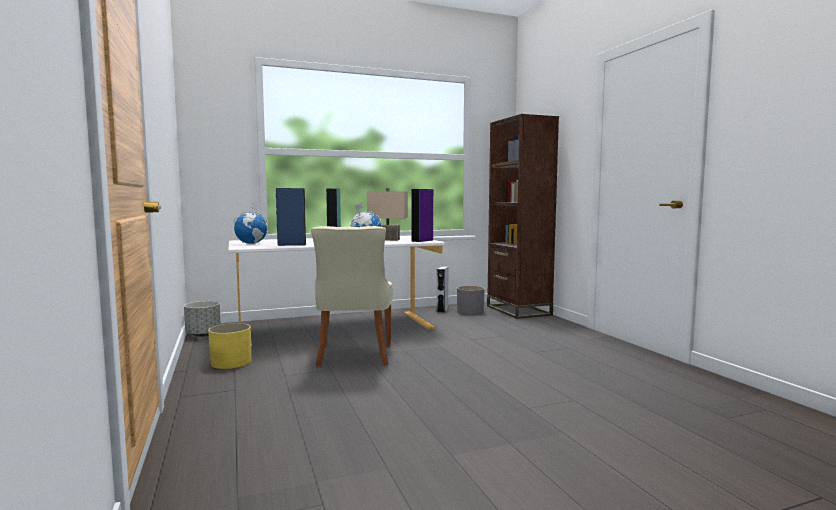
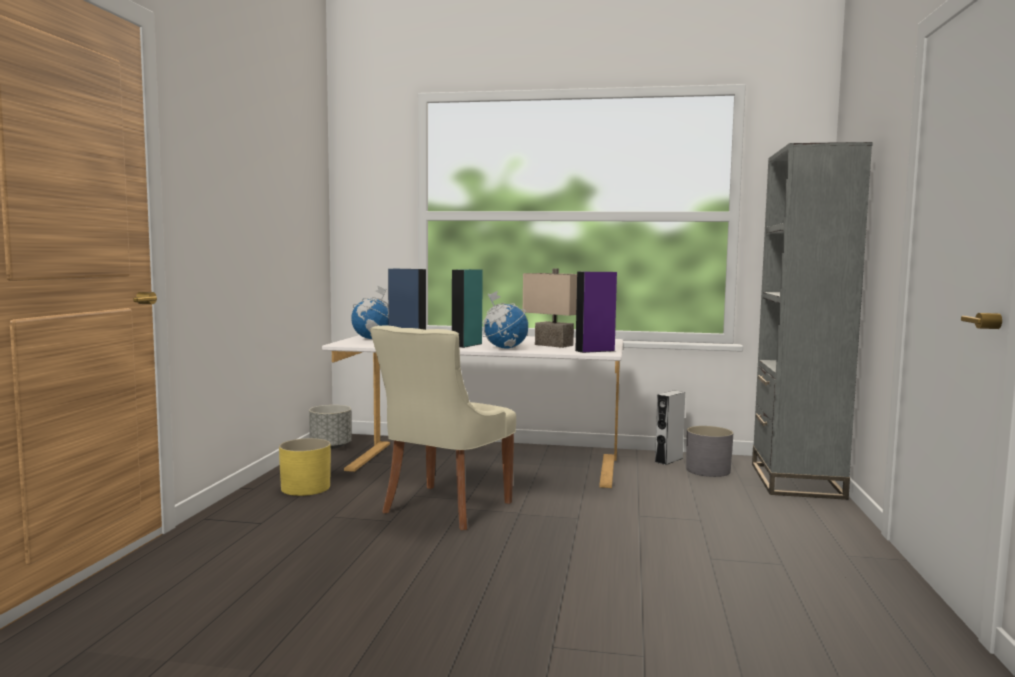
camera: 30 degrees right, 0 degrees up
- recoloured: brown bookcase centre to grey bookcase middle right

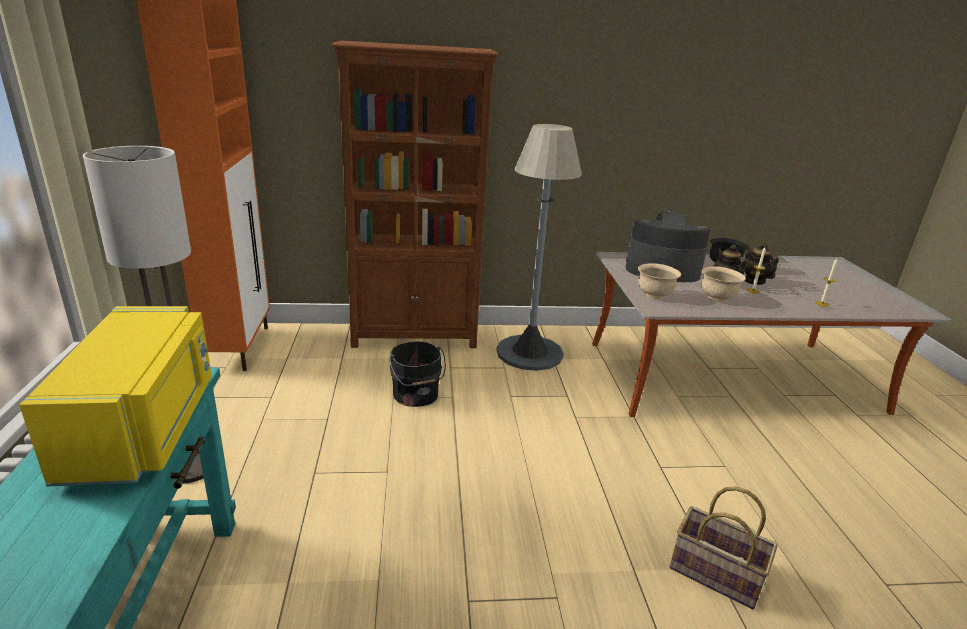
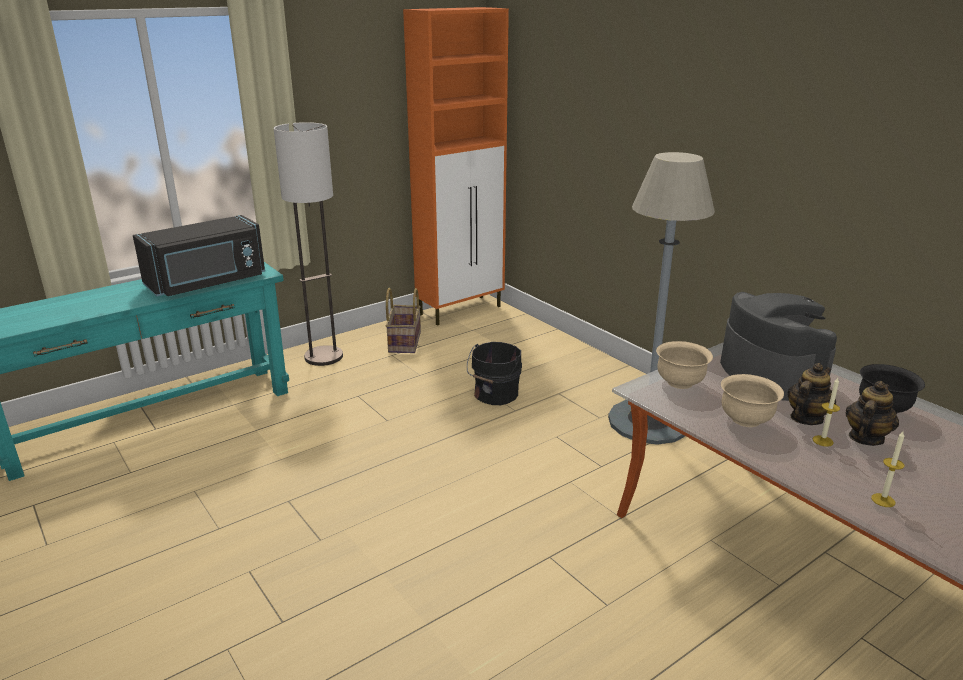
camera: 60 degrees right, 0 degrees up
- removed: brown bookcase top centre
- moved: basket bottom right to centre
- recoloured: yellow microwave middle left to black microwave middle left

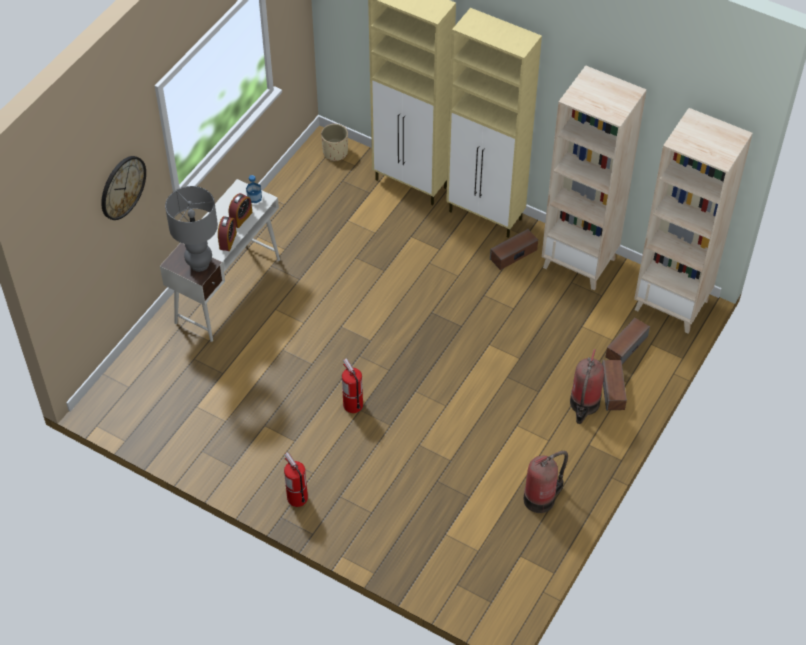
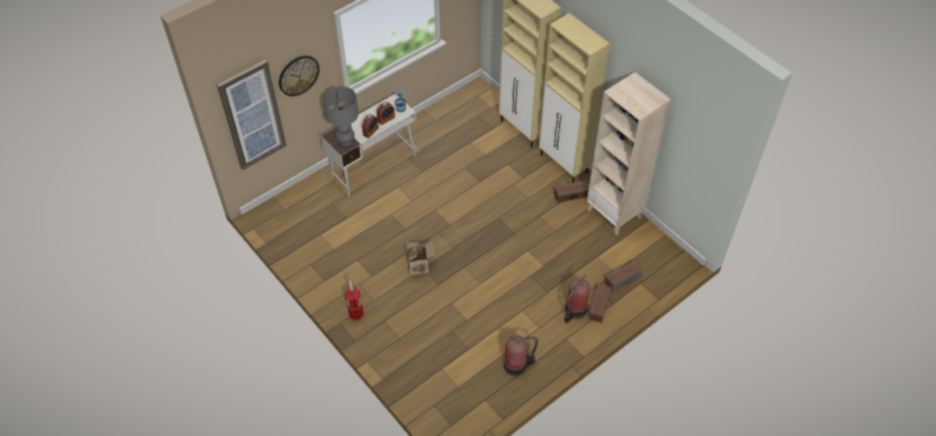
camera: 20 degrees right, 0 degrees up
- removed: beige planter top centre
- removed: beige bookcase (2nd from left) middle right
- added: picture top left
- replaced: fire extinguisher (2nd from left) centre to cardboard box centre

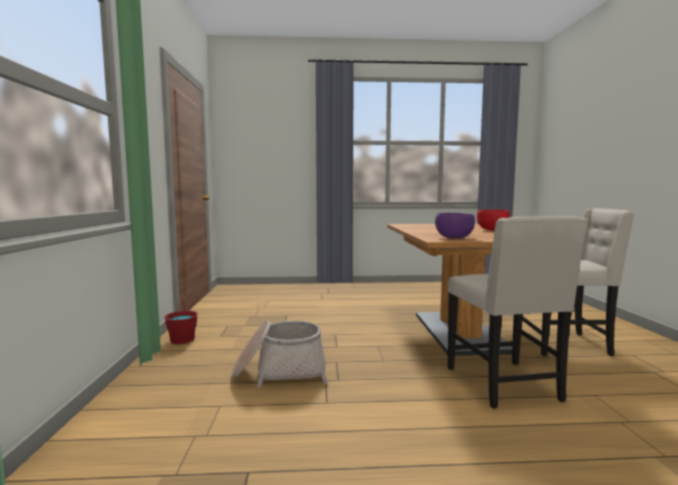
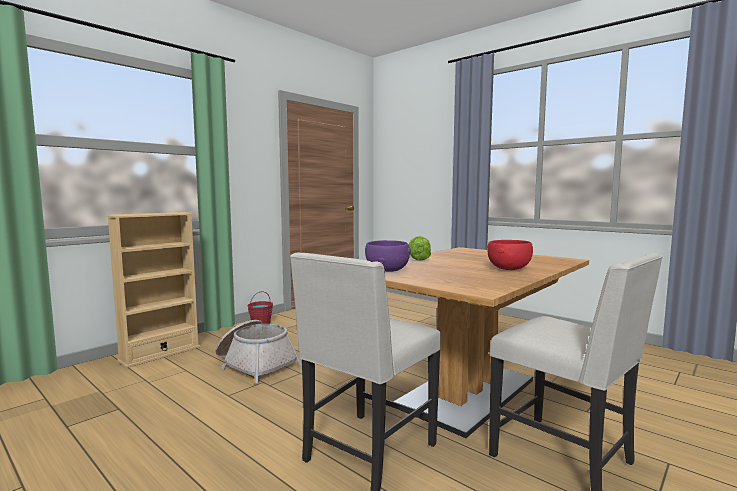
camera: 45 degrees right, 0 degrees up
- added: beige bookcase middle left
- added: lettuce centre

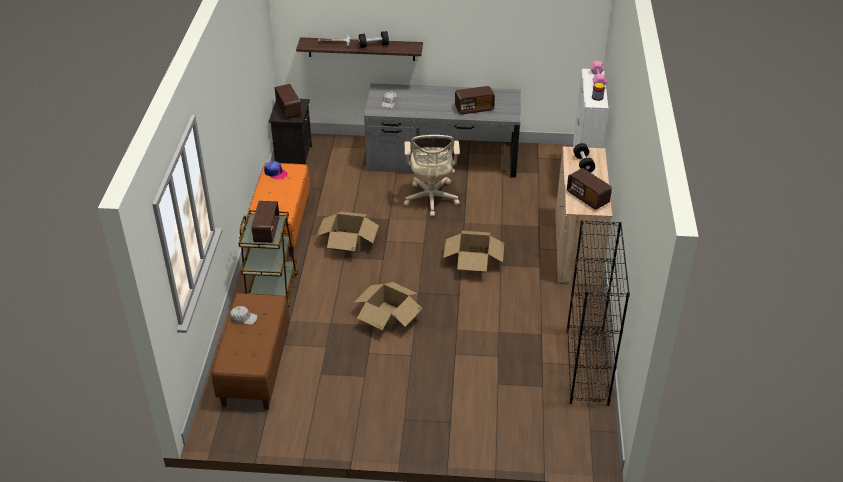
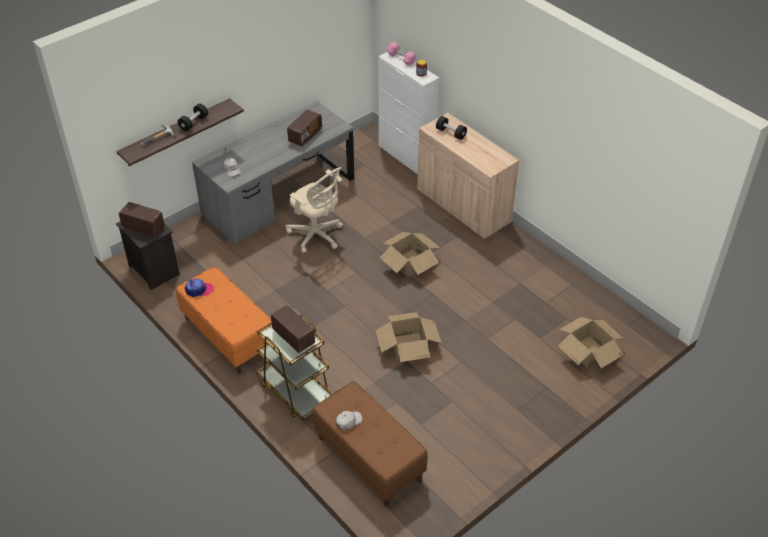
camera: 45 degrees left, 5 degrees up
- removed: radio (4th from left) middle right
- removed: black bookcase middle right
- moved: cardboard box (1st from left in the first image) centre to cardboard box (3rd from left) middle right

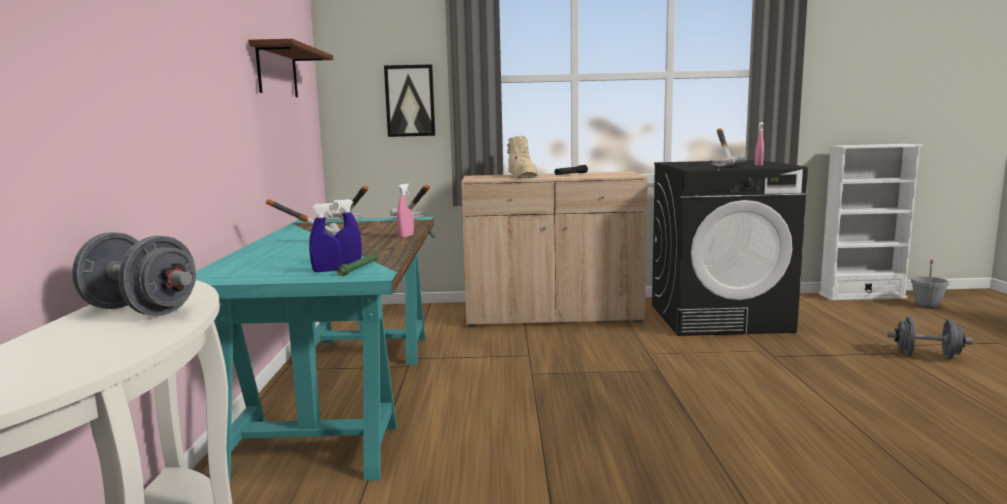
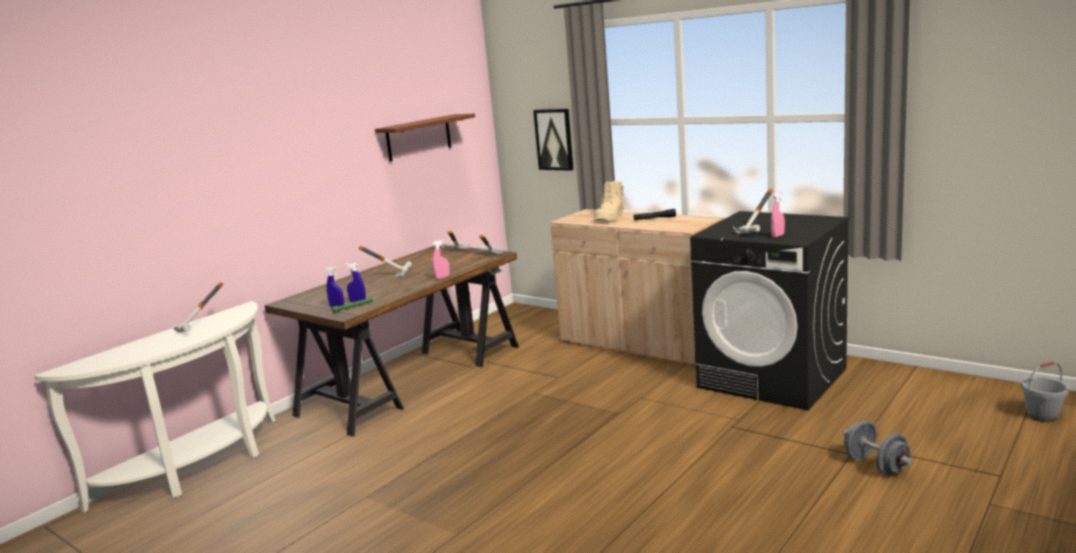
camera: 40 degrees right, 5 degrees up
- removed: white bookcase middle right
- replaced: grey dumbbell (1st from left) middle left to hammer (1st from left) middle left
- recoloured: turquoise desk bottom left to brown desk centre

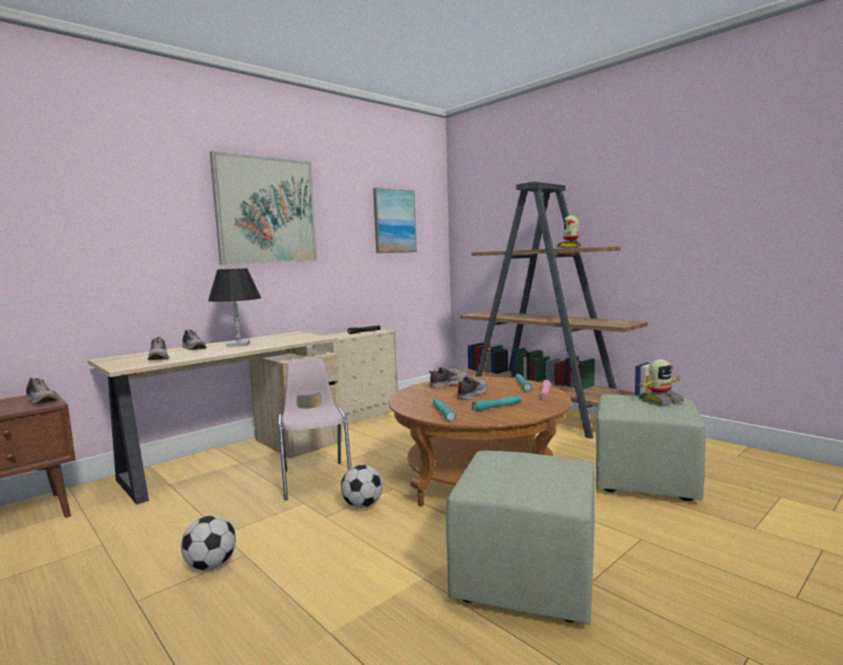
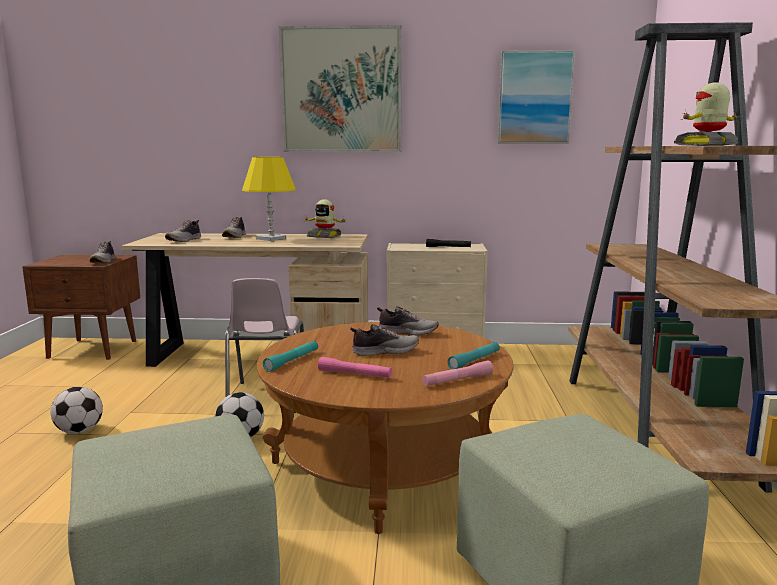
camera: 45 degrees right, 5 degrees up
- moved: toy robot (2nd from left in the first image) middle right to toy robot (1st from left) centre
- recoloured: black table lamp middle left to yellow table lamp centre
- recoloured: turquoise flashlight (2nd from left) centre to pink flashlight (1st from left) centre
- turned: pink chair centre = centre 150 degrees clockwise

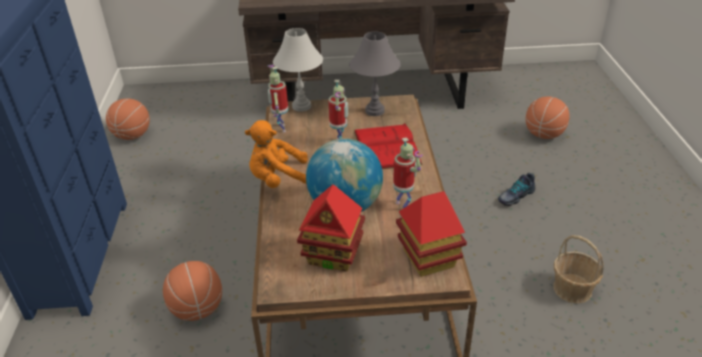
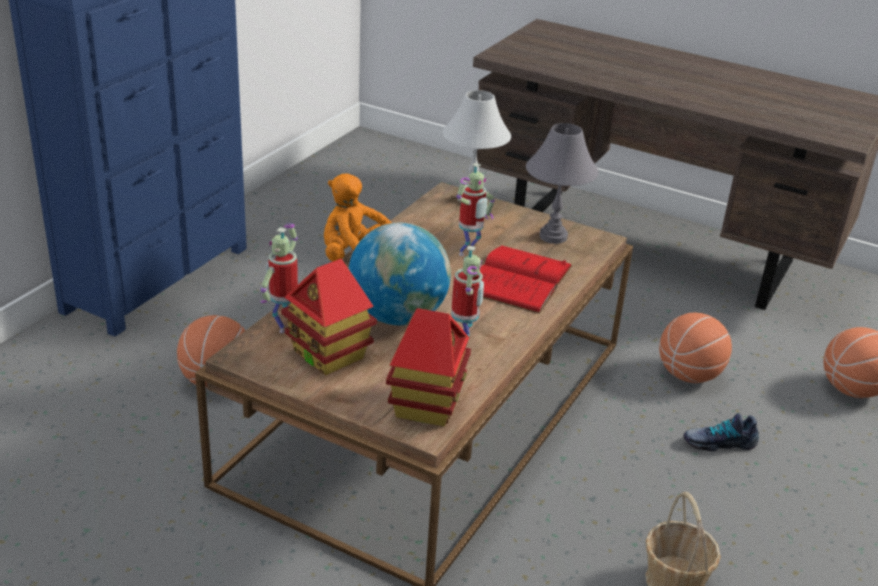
camera: 30 degrees right, 5 degrees down
- moved: basketball (1st from left in the first image) middle left to basketball (2nd from left) middle right
- moved: toy robot (1st from left) top centre to middle left

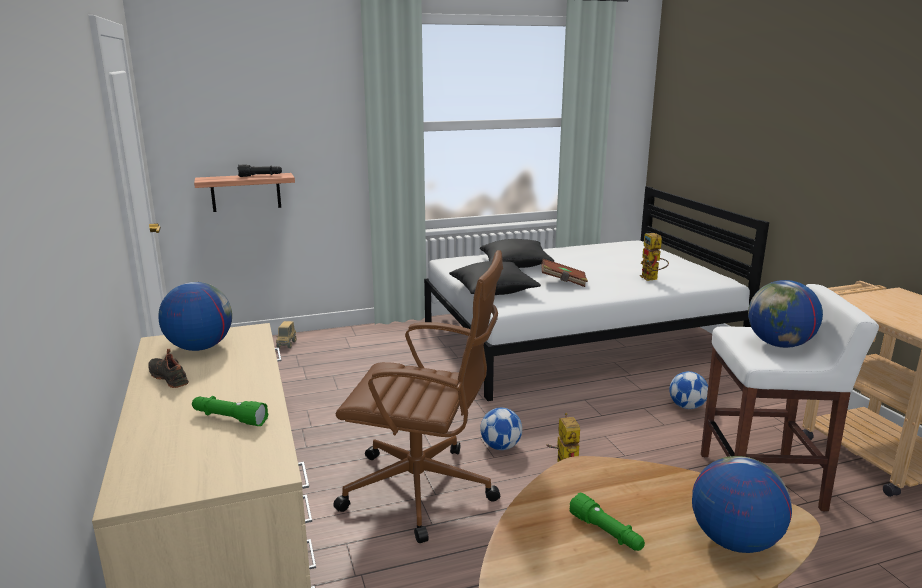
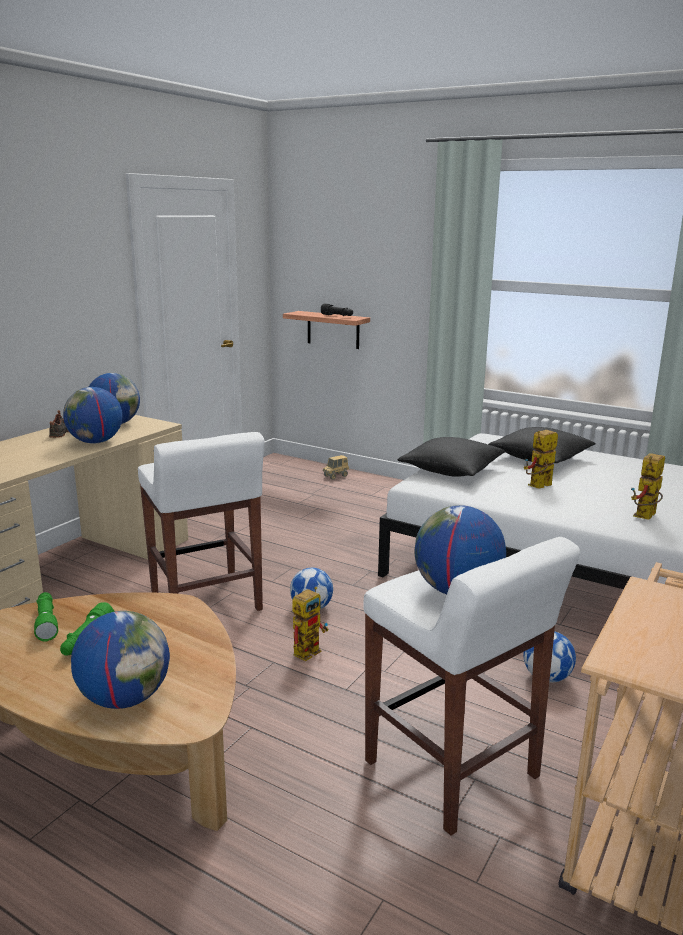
camera: 50 degrees right, 0 degrees up
- added: globe (1st from left) middle left
- moved: green flashlight (1st from left) bottom left to middle left
- replaced: brown office chair bottom centre to white stool (1st from left) middle left
- replaced: brown book centre to toy robot (2nd from left) middle right

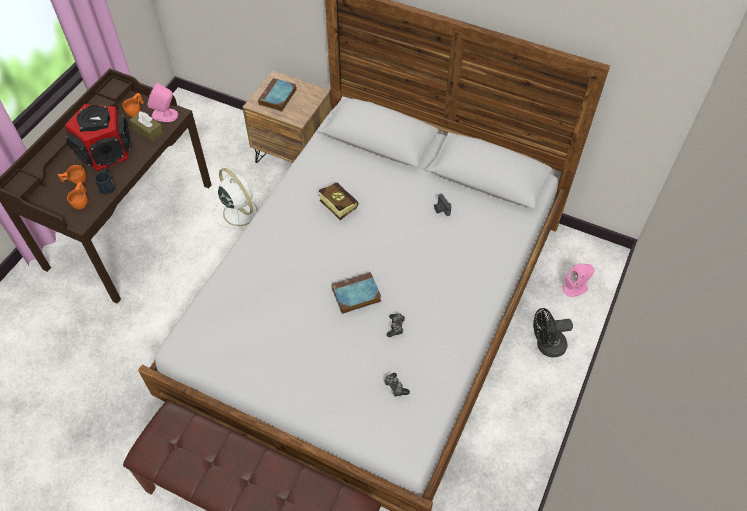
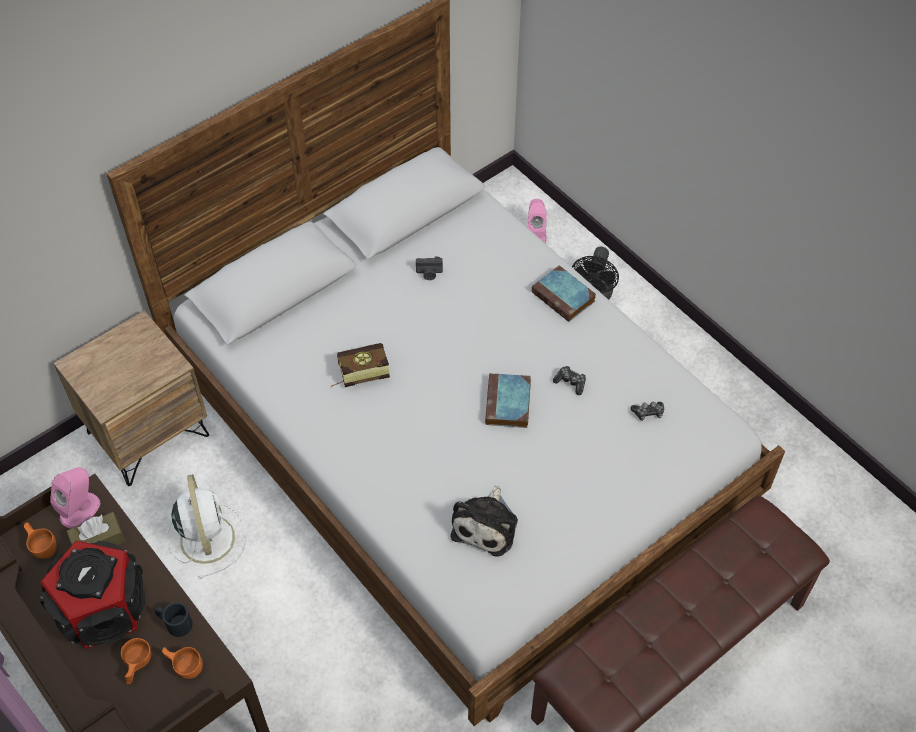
camera: 65 degrees left, 0 degrees up
- added: plush toy bottom centre
- moved: book (1st from left in the first image) top centre to book (3rd from left) centre
- turned: white fan middle left = bottom left 90 degrees clockwise

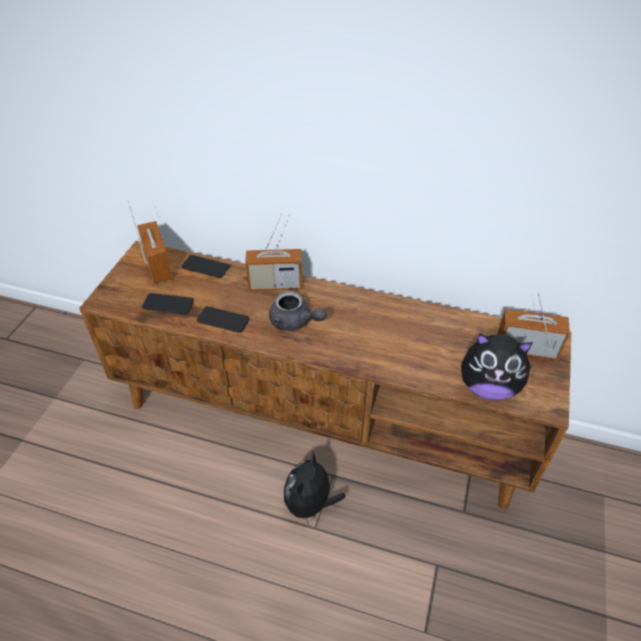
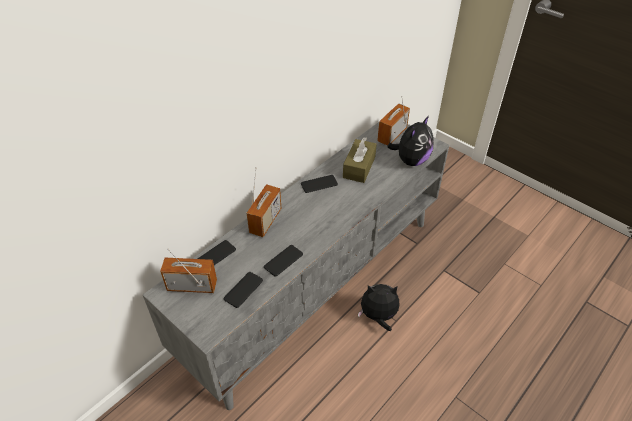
camera: 65 degrees left, 0 degrees up
- removed: grey teapot centre
- added: phone (4th from left) centre
- added: brown tissue box centre
- recoloured: brown tv stand centre to grey tv stand centre
- turned: plush toy (1st from left) bottom centre = bottom centre 135 degrees clockwise

